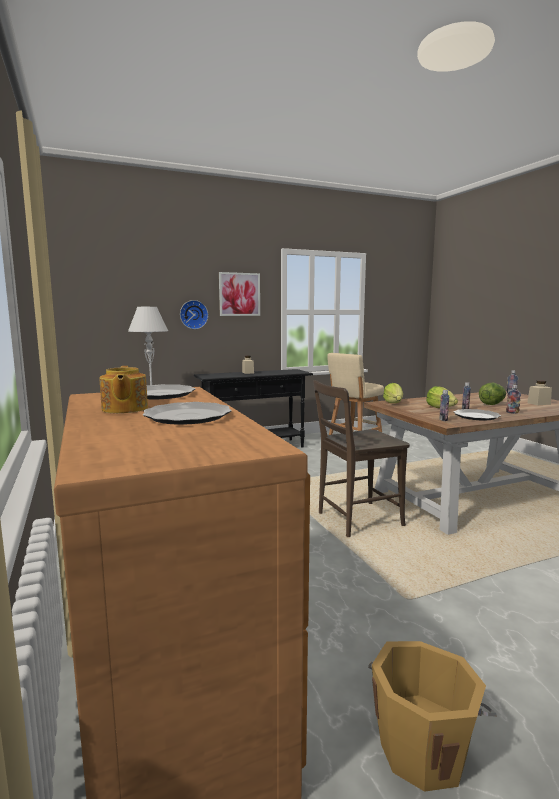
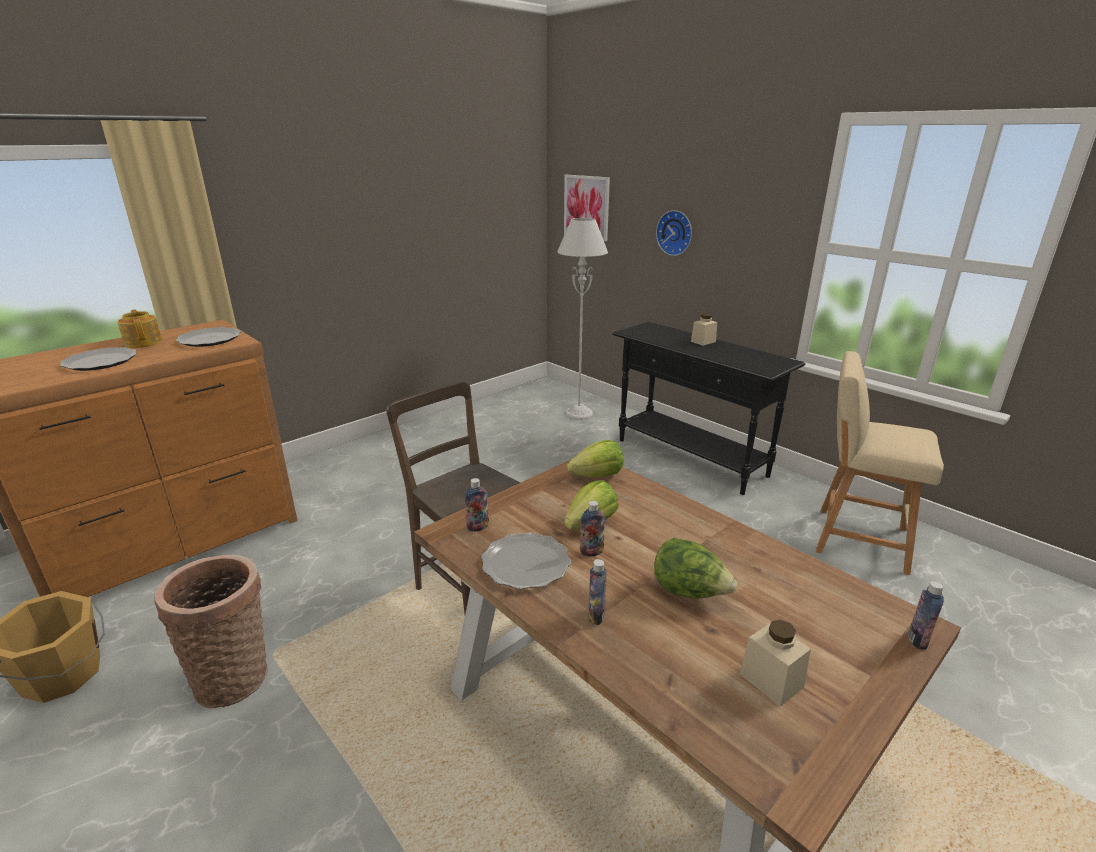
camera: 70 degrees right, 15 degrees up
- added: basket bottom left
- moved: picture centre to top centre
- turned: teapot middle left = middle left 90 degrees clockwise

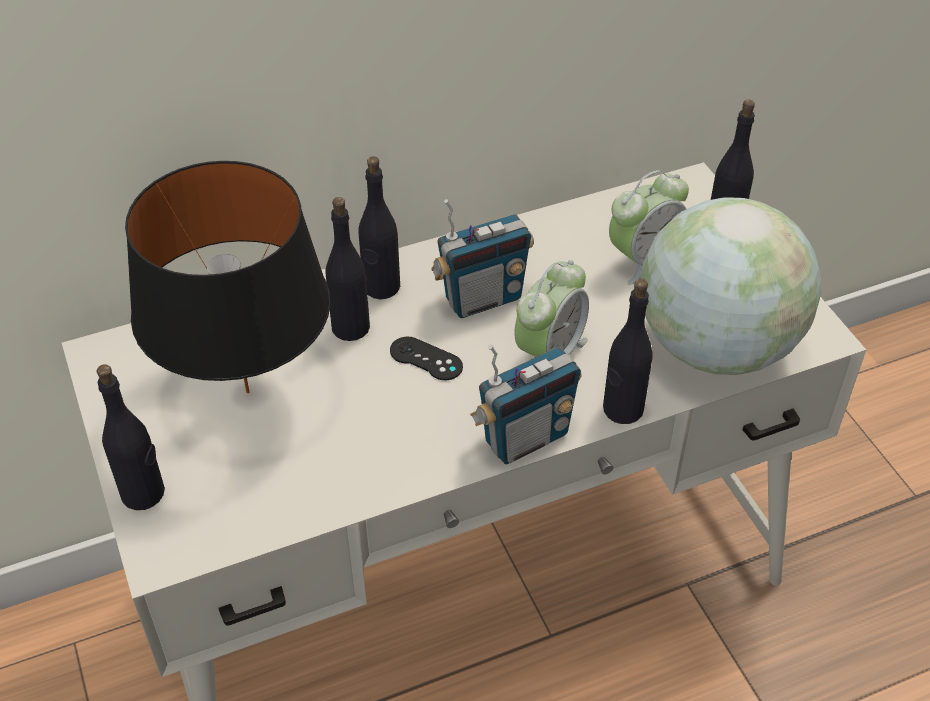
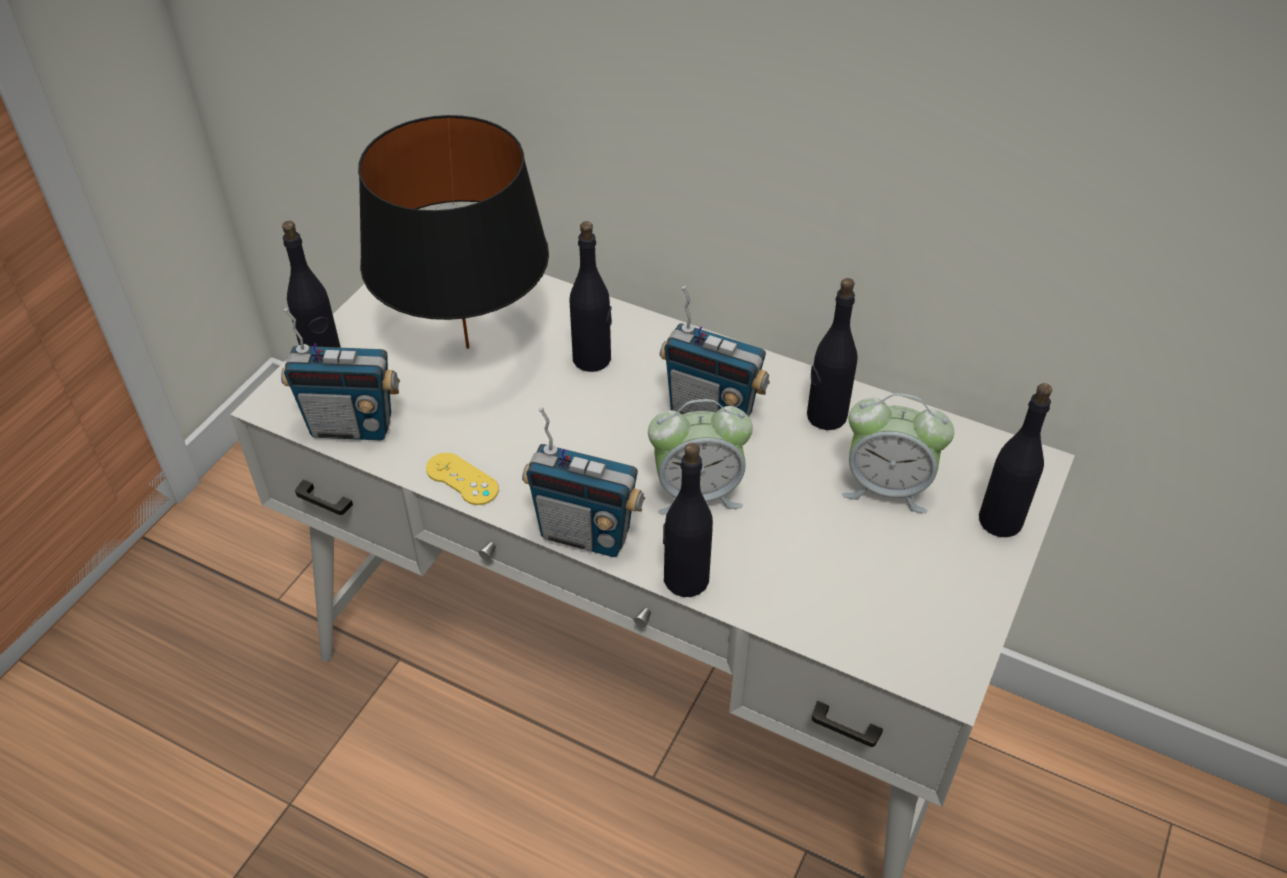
camera: 50 degrees right, 0 degrees up
- removed: black game controller centre
- removed: globe middle right
- added: radio (1st from left) middle left
- added: yellow game controller centre
- moved: black bottle (3rd from left in the first image) top centre to black bottle (4th from left) centre

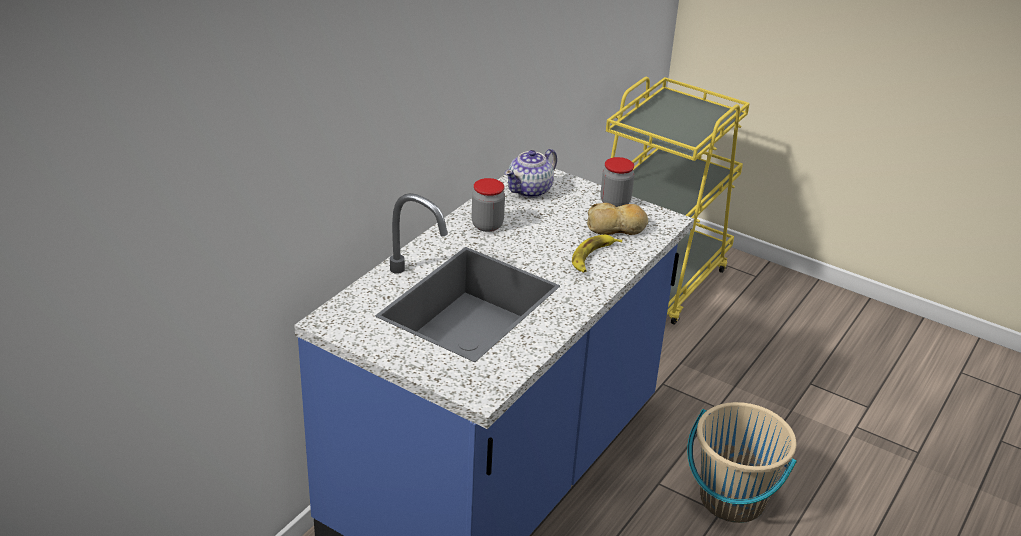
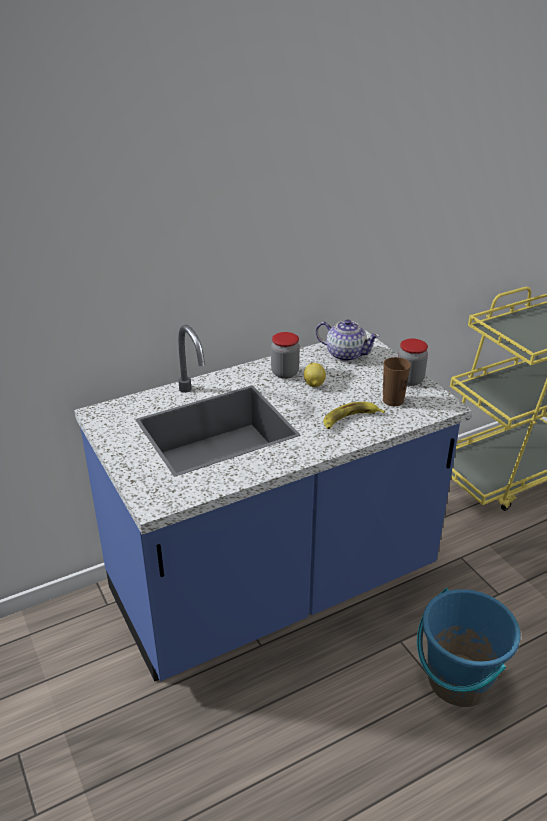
camera: 30 degrees right, 0 degrees up
- added: lemon centre
- replaced: bread centre to brown cup middle right
- recoloured: beige bucket bottom right to blue bucket bottom right
- turned: teapot top centre = centre 135 degrees counterclockwise

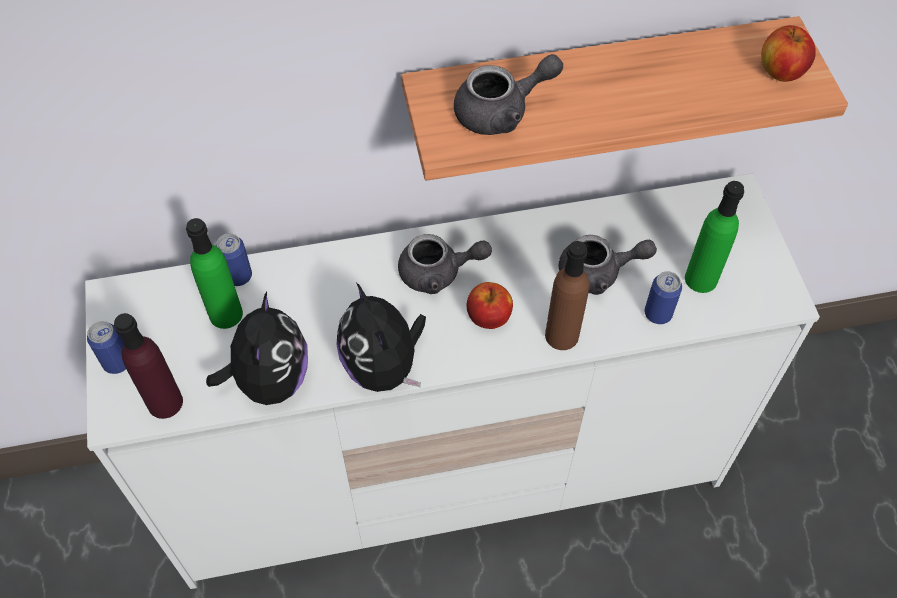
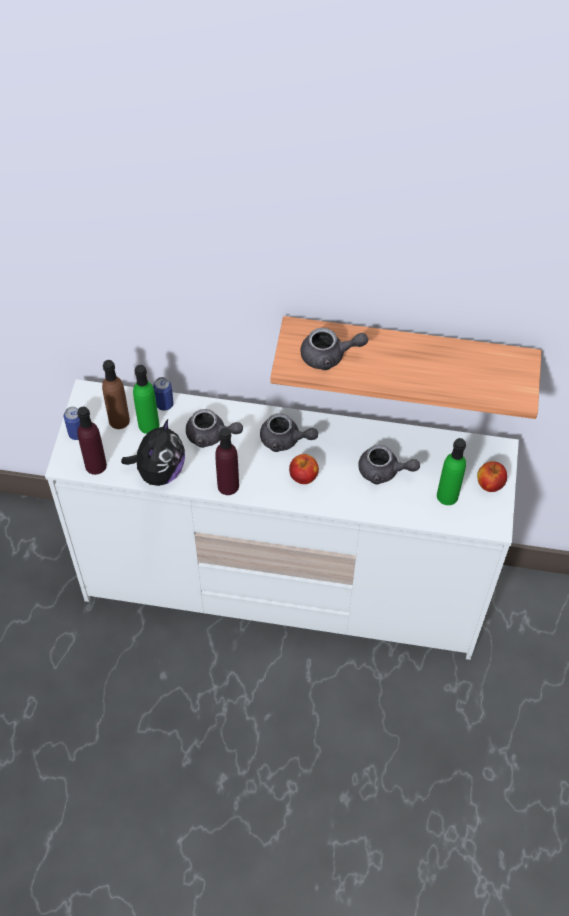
camera: 20 degrees right, 0 degrees up
- removed: can (3rd from left) middle right
- added: grey teapot (1st from left) centre
- moved: brown bottle centre to middle left
- moved: apple (2nd from left) top right to middle right
- replaced: plush toy (2nd from left) centre to purple bottle (2nd from left) centre

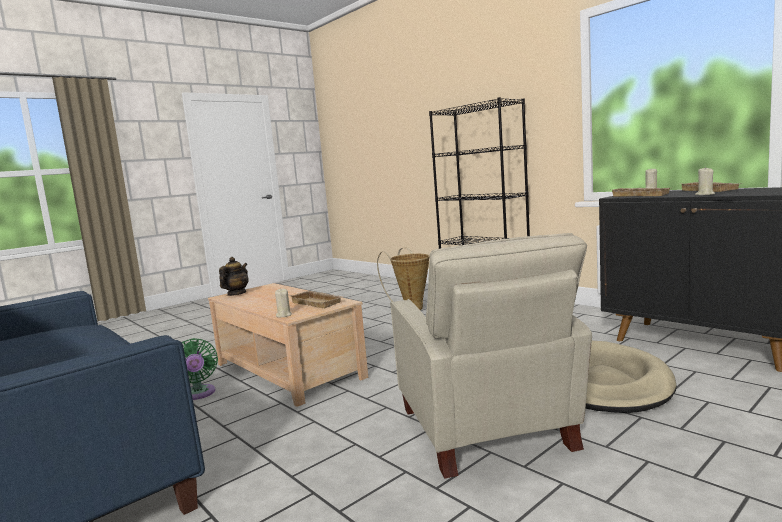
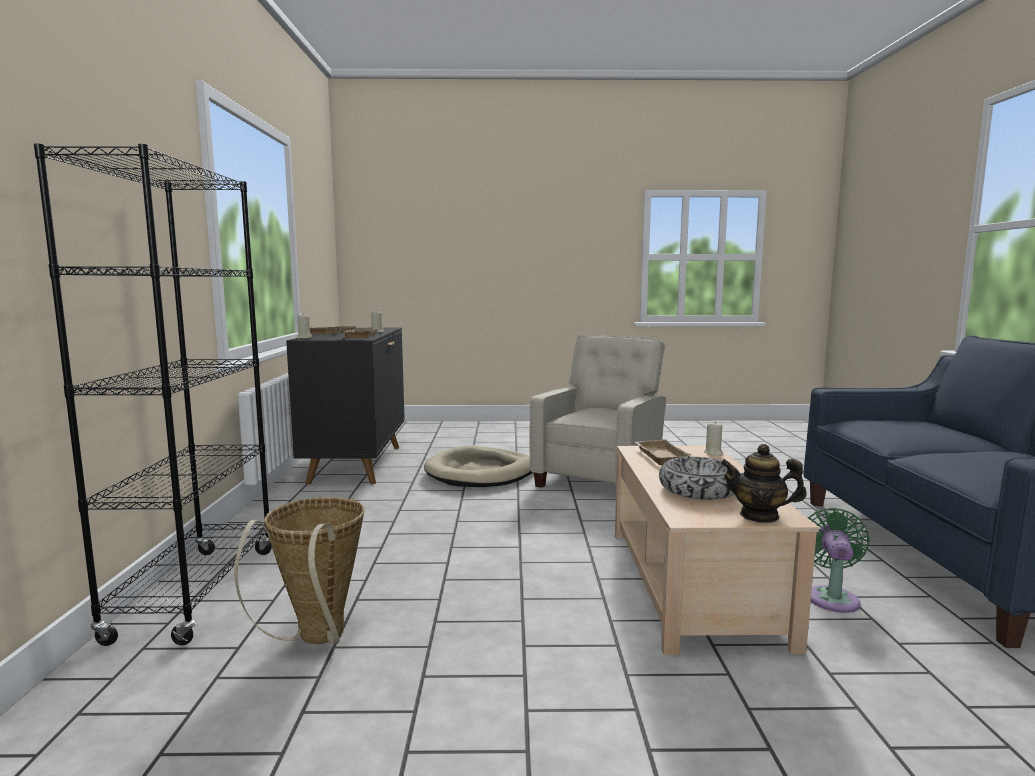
camera: 140 degrees left, 0 degrees up
- added: bowl middle right
- turned: teapot middle left = middle right 45 degrees clockwise

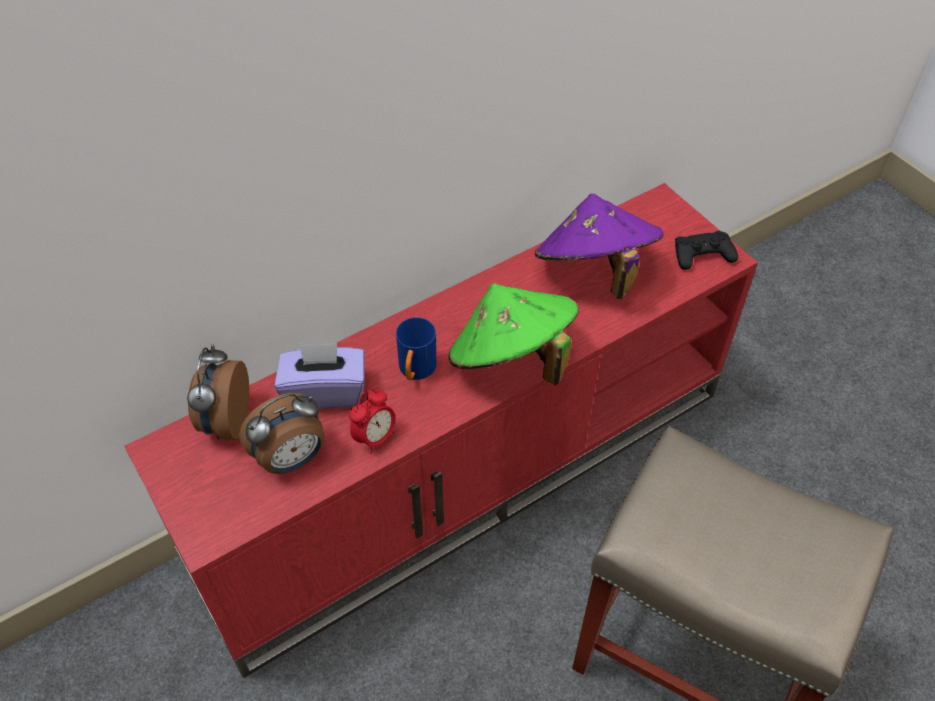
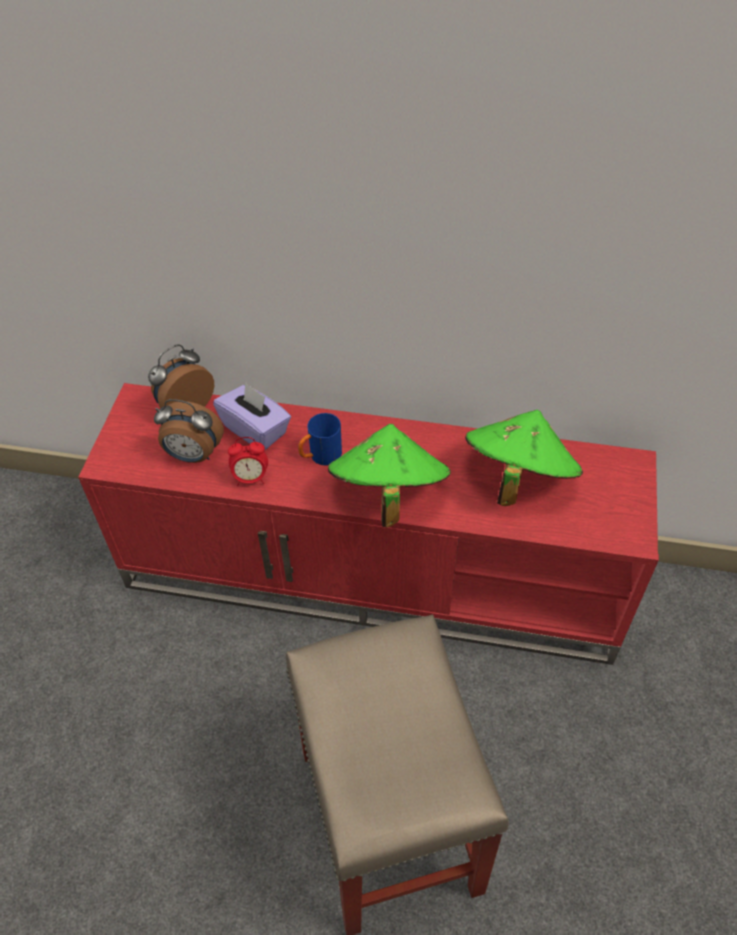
camera: 45 degrees right, 0 degrees up
- removed: black game controller middle right
- recoloured: purple hat centre to green hat (2nd from left) middle right

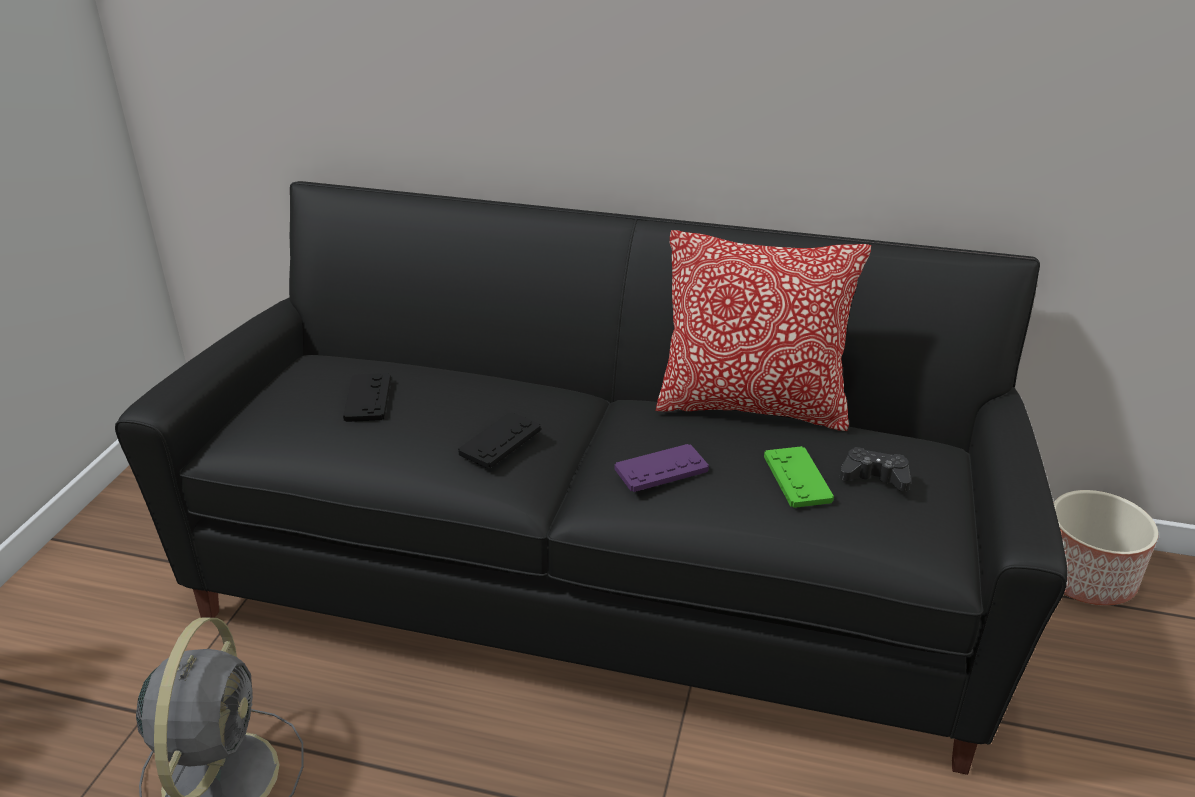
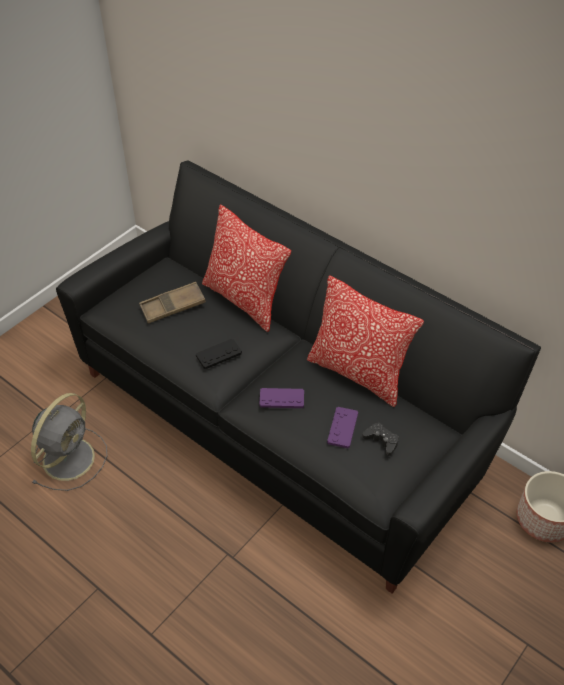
camera: 25 degrees right, 15 degrees up
- added: pillow (1st from left) centre
- replaced: black game controller (1st from left) middle left to brown tray middle left
- recoloured: green game controller middle right to purple game controller (2nd from left) centre

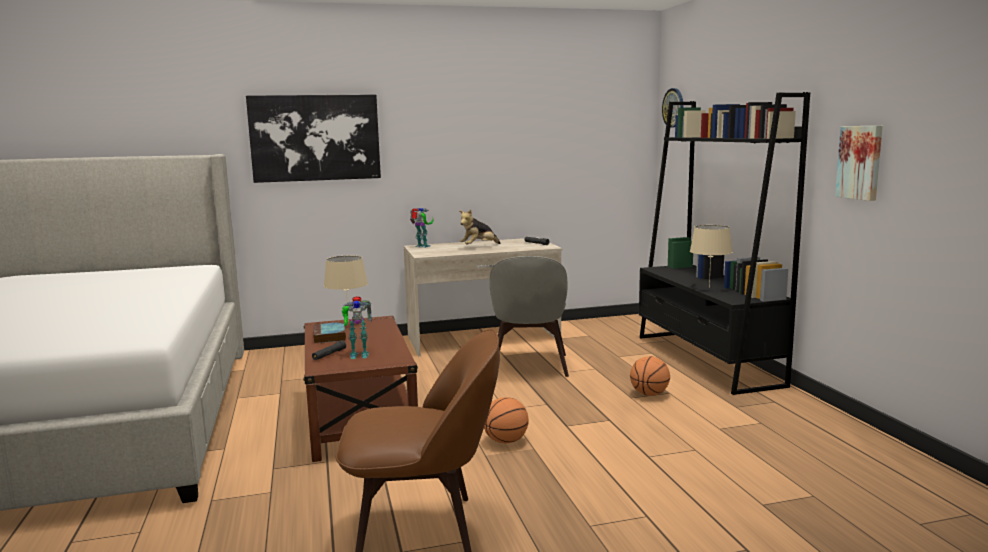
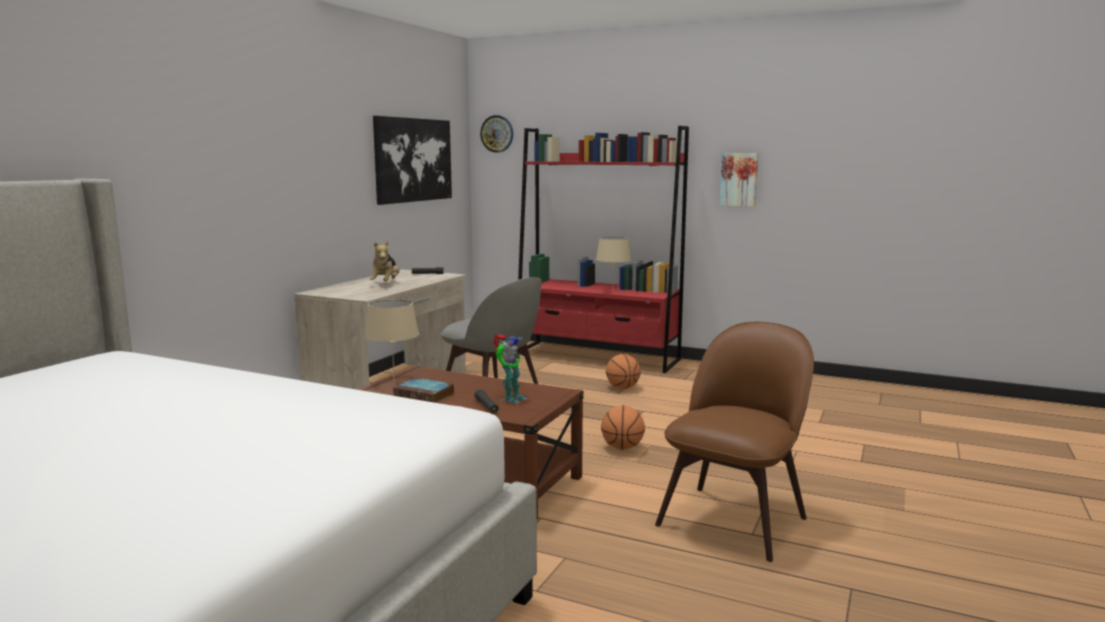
camera: 50 degrees left, 0 degrees up
- removed: toy robot (2nd from left) centre
- moved: picture (1st from left) top left to top centre
- recoloured: black bookcase middle right to red bookcase centre

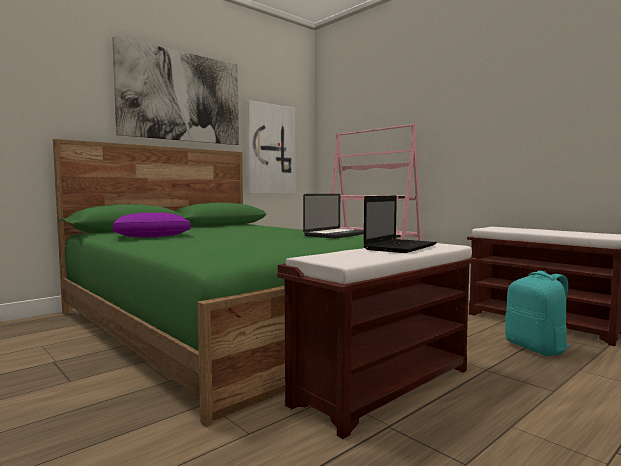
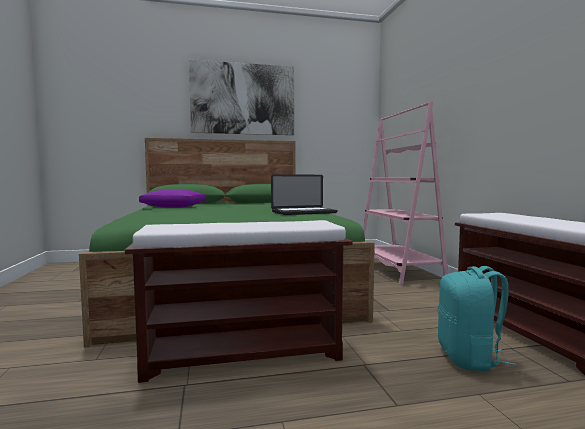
camera: 30 degrees right, 0 degrees up
- removed: picture (2nd from left) top centre
- removed: laptop (2nd from left) centre

